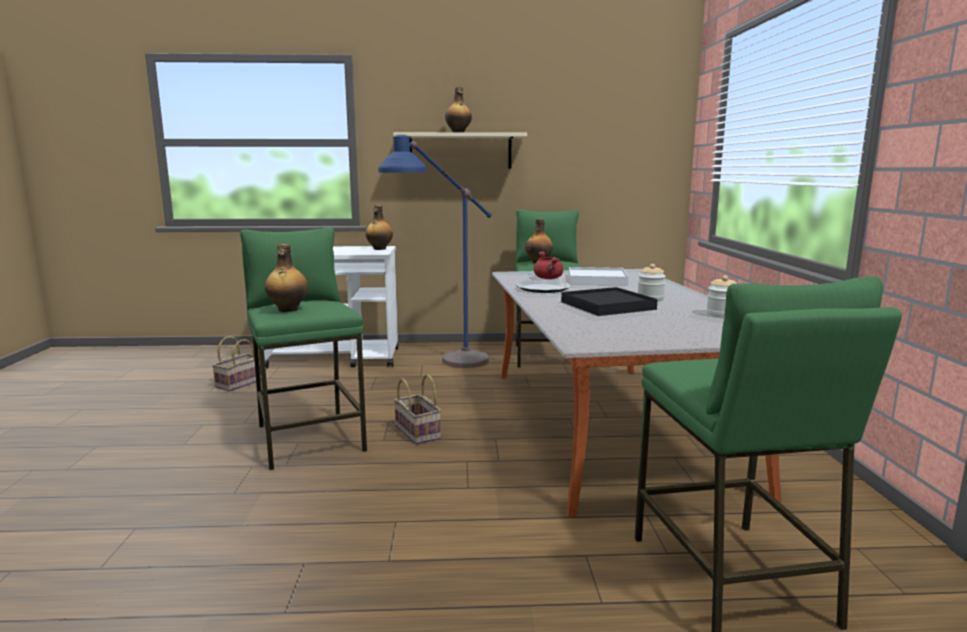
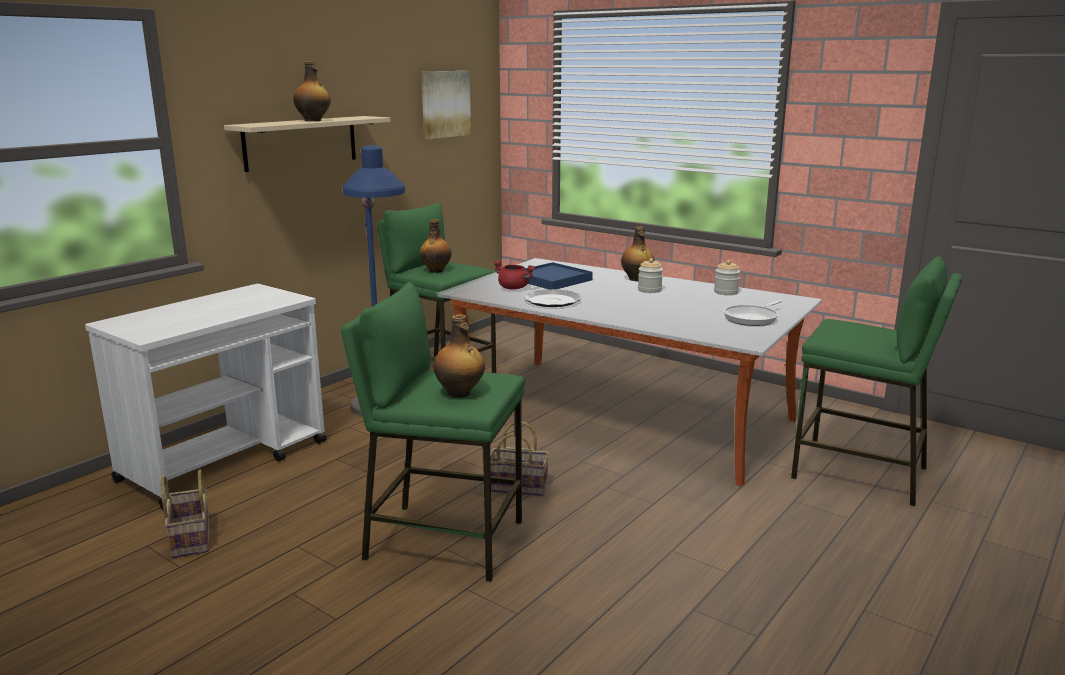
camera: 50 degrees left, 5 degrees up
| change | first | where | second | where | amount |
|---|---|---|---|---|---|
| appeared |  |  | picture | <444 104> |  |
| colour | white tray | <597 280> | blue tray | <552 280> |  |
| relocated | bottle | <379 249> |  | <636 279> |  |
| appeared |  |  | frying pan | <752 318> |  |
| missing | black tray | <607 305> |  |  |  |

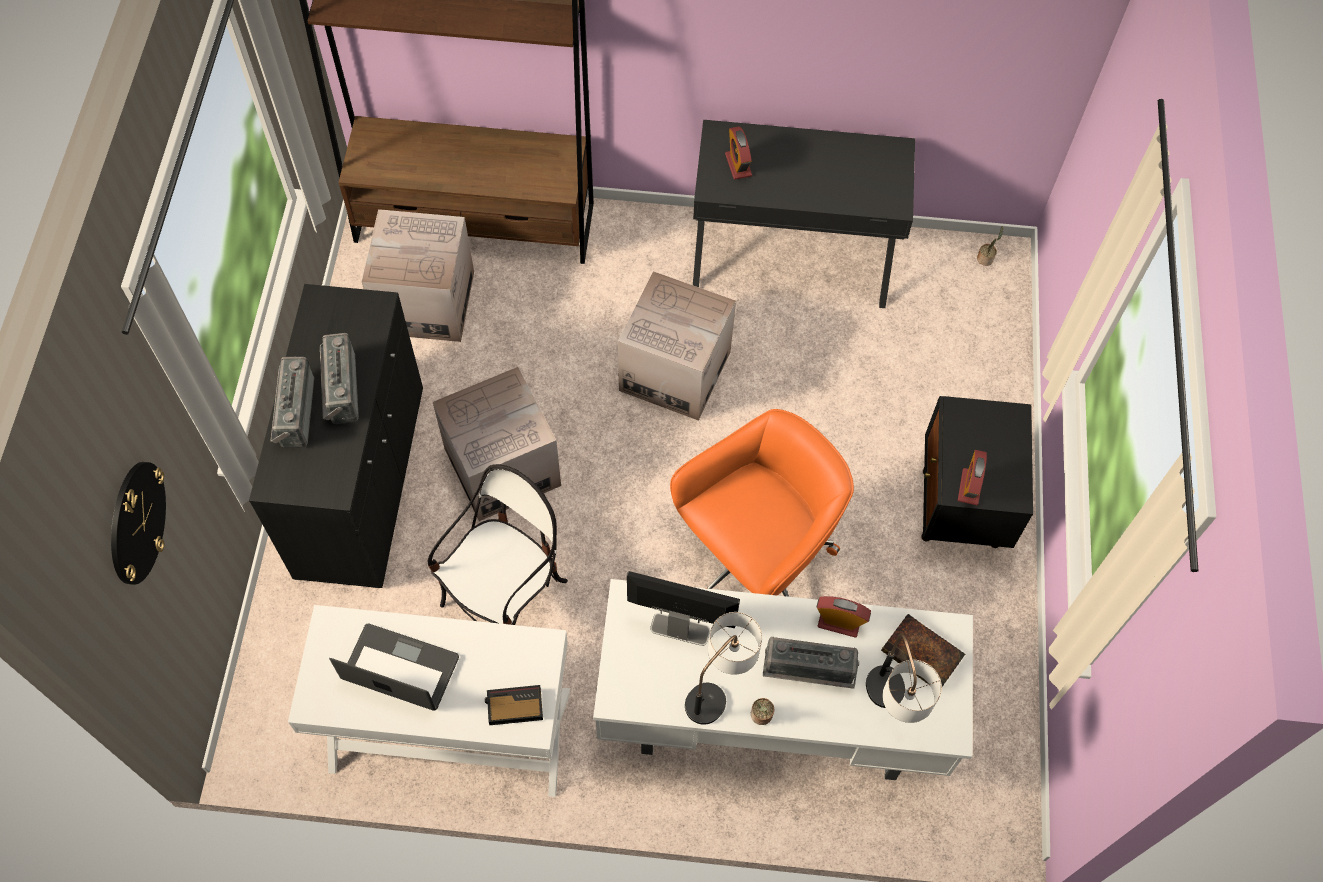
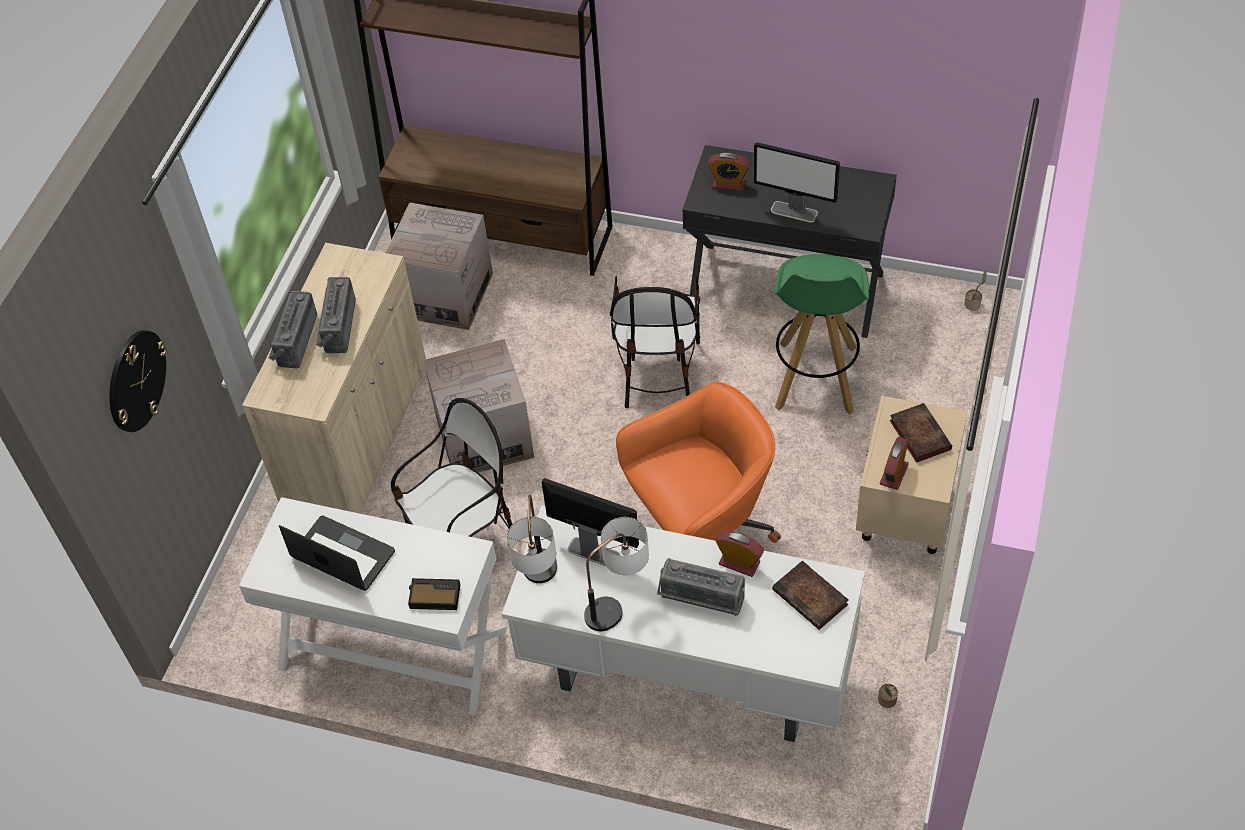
camera: 15 degrees right, 10 degrees down
| change | first | where | second | where | amount |
|---|---|---|---|---|---|
| colour | black cabinet | <361 482> | beige cabinet | <357 435> |  |
| relocated | table lamp | <890 708> |  | <540 583> |  |
| exchanged | cardboard box | <675 371> | chair | <658 372> |  |
| spun | alarm clock | <738 165> |  | <728 184> | 75 degrees counterclockwise |
| appeared |  |  | monitor | <794 212> |  |
| appeared |  |  | green stool | <815 378> |  |
| colour | black nightstand | <960 509> | beige nightstand | <904 516> |  |
| relocated | potted plant | <761 716> |  | <887 701> |  |
| appeared |  |  | book | <918 434> |  |

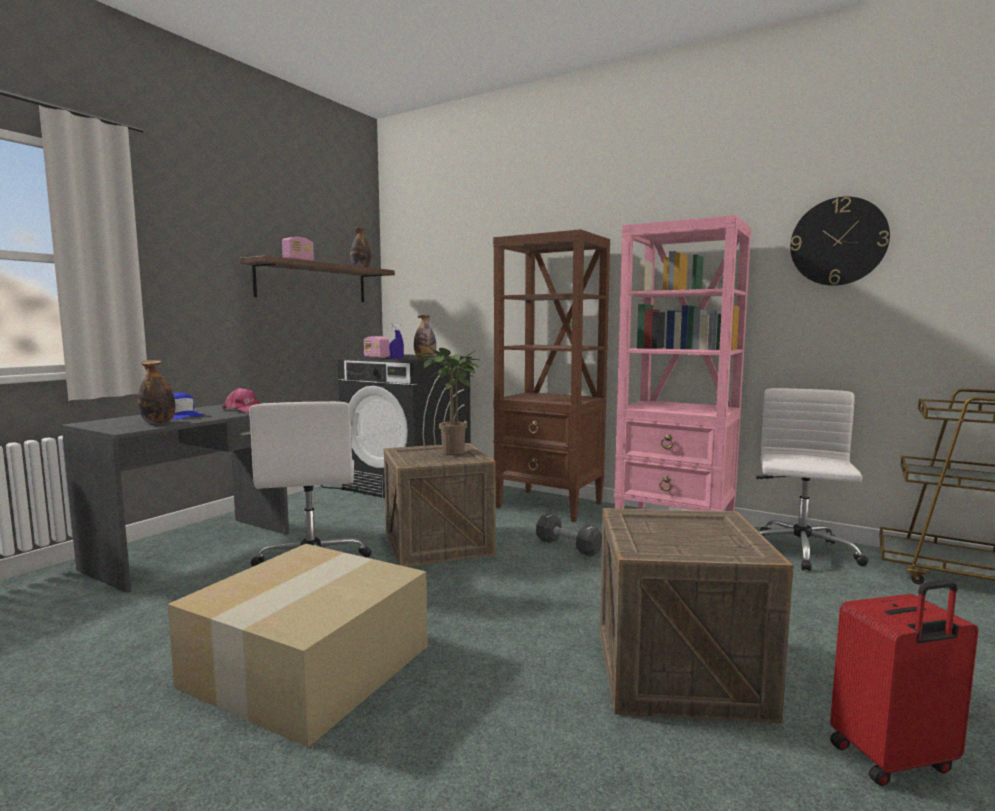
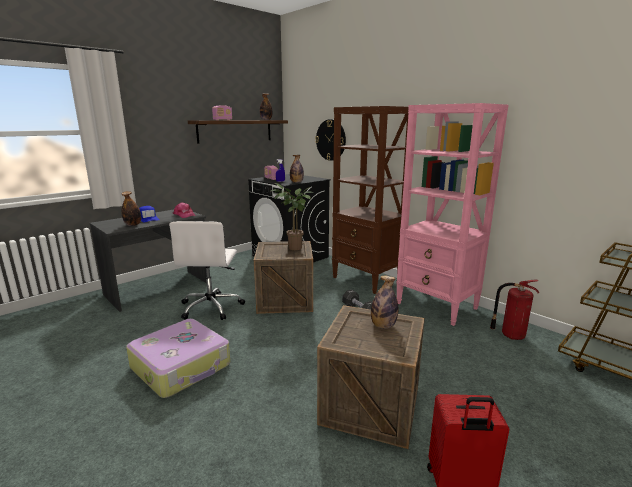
camera: 15 degrees right, 10 degrees up
| change | first | where | second | where | amount |
|---|---|---|---|---|---|
| exchanged | cardboard box | <308 663> | suitcase | <182 366> |  |
| relocated | wall clock | <838 241> |  | <331 140> |  |
| appeared |  |  | bottle | <383 326> |  |
| exchanged | white office chair | <800 552> | fire extinguisher | <511 335> |  |

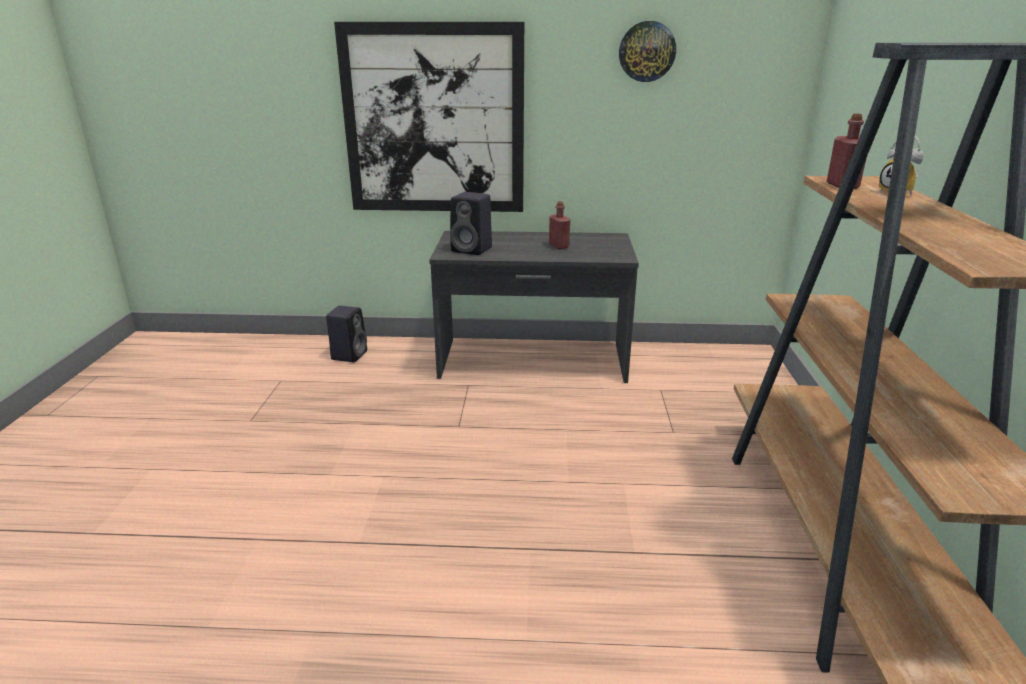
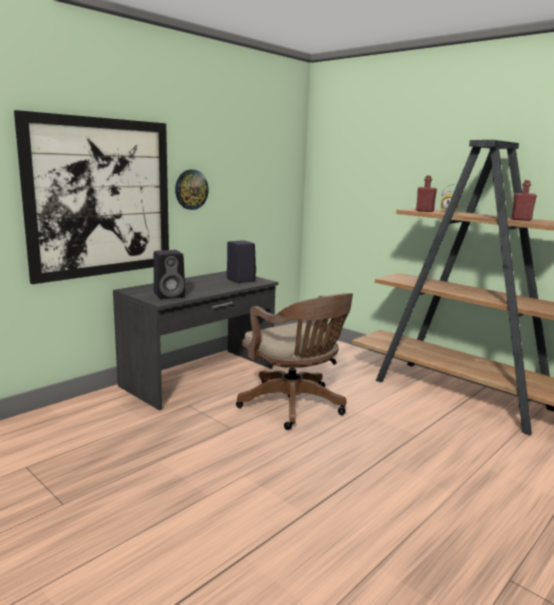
camera: 50 degrees left, 10 degrees down
| change | first | where | second | where | amount |
|---|---|---|---|---|---|
| relocated | wall clock | <647 51> |  | <191 189> |  |
| relocated | black speaker | <349 355> |  | <240 280> |  |
| appeared |  |  | brown office chair | <294 406> |  |
| relocated | red bottle | <559 246> |  | <521 219> |  |

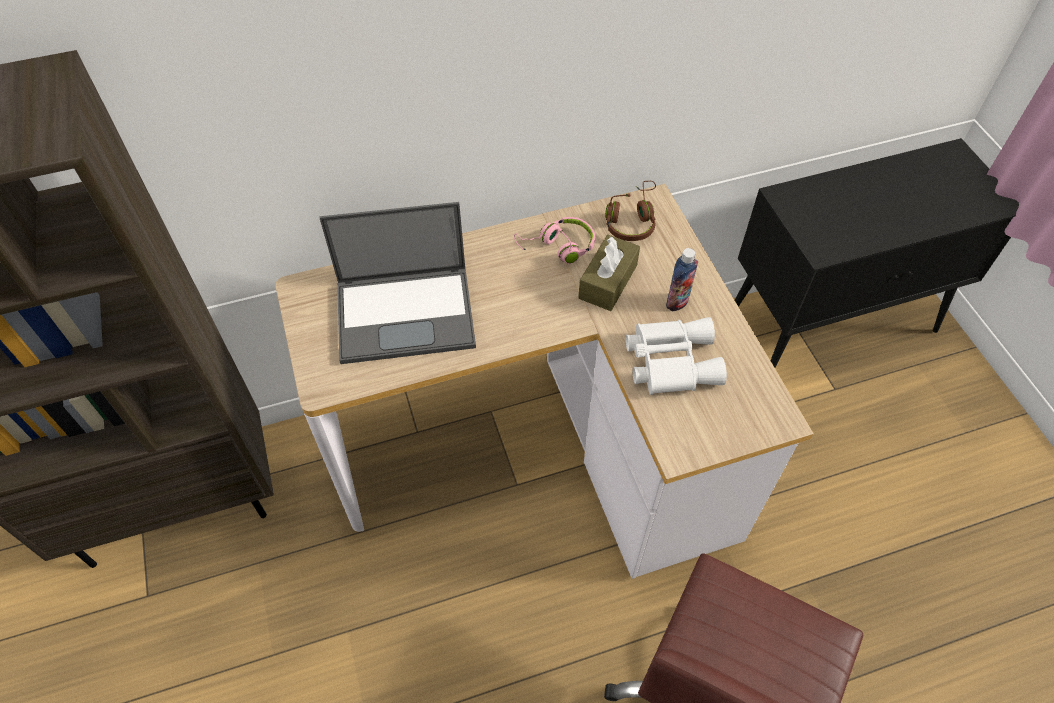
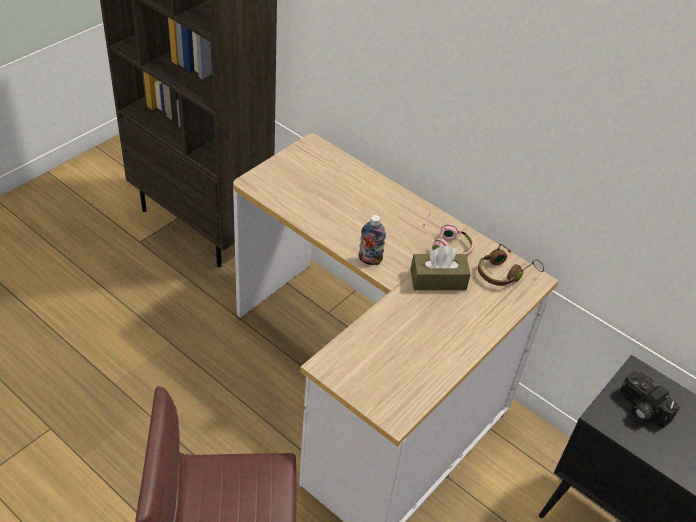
camera: 55 degrees right, 10 degrees down
| change | first | where | second | where | amount |
|---|---|---|---|---|---|
| relocated | bottle | <677 302> |  | <370 260> |  |
| appeared |  |  | photo camera | <640 409> |  |
| missing | laptop | <407 313> |  |  |  |
| missing | white binoculars | <670 360> |  |  |  |

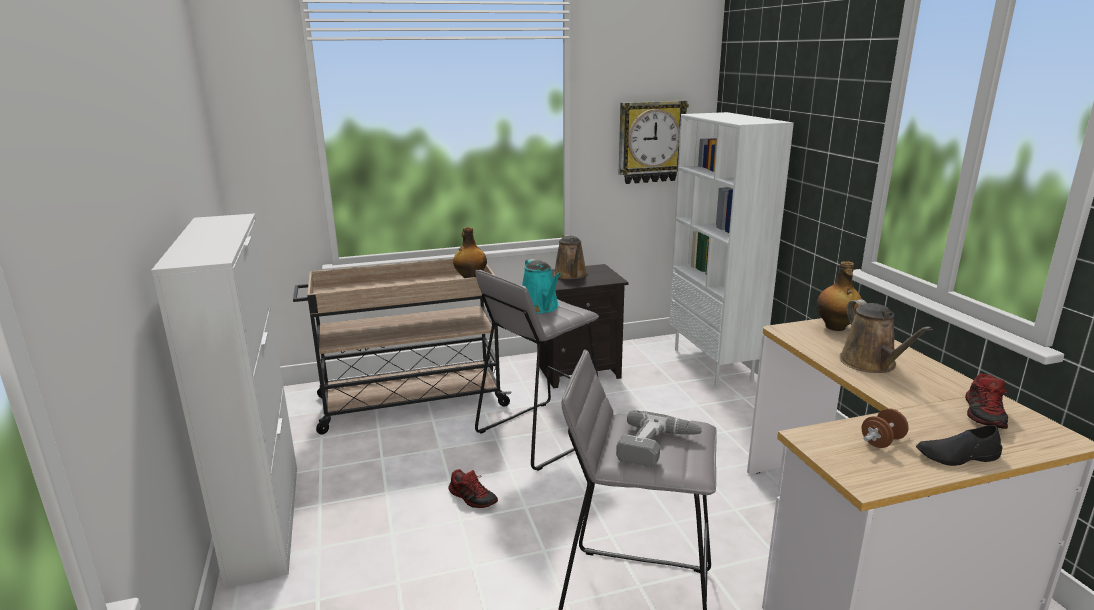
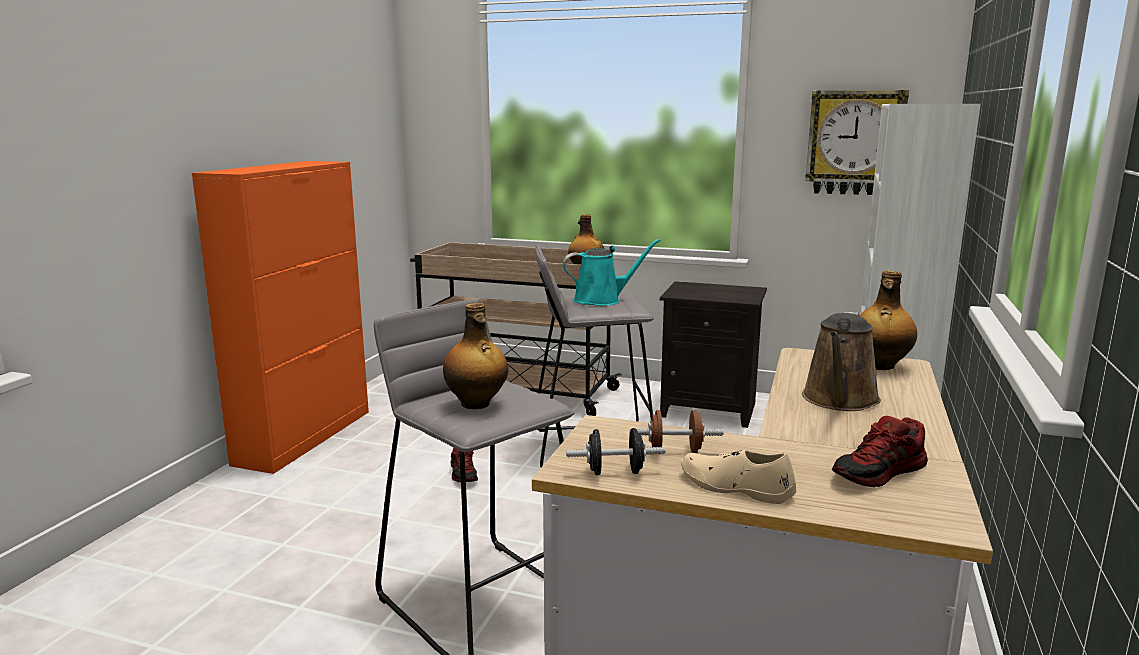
camera: 35 degrees right, 5 degrees down
| change | first | where | second | where | amount |
|---|---|---|---|---|---|
| colour | white cabinet | <265 520> | orange cabinet | <305 436> |  |
| exchanged | power drill | <658 447> | bottle | <476 404> |  |
| spun | turquoise watering can | <540 307> |  | <602 300> | 120 degrees counterclockwise |
| appeared |  |  | black dumbbell | <615 472> |  |
| colour | black shoe | <957 456> | beige shoe | <735 487> |  |
| missing | brown watering can | <571 275> |  |  |  |

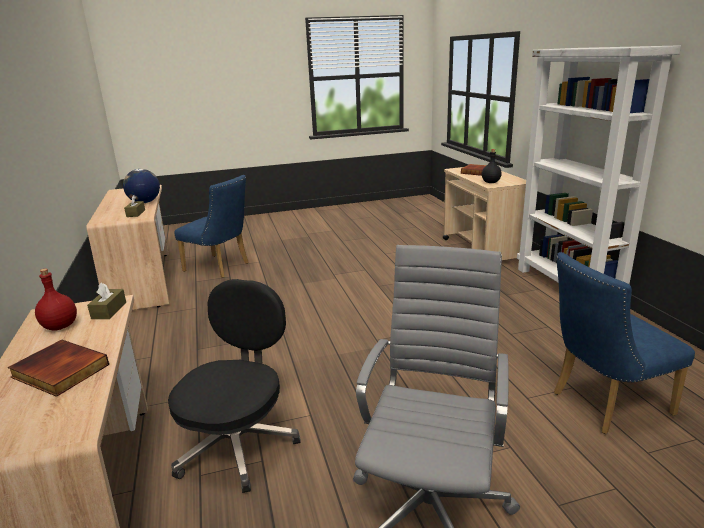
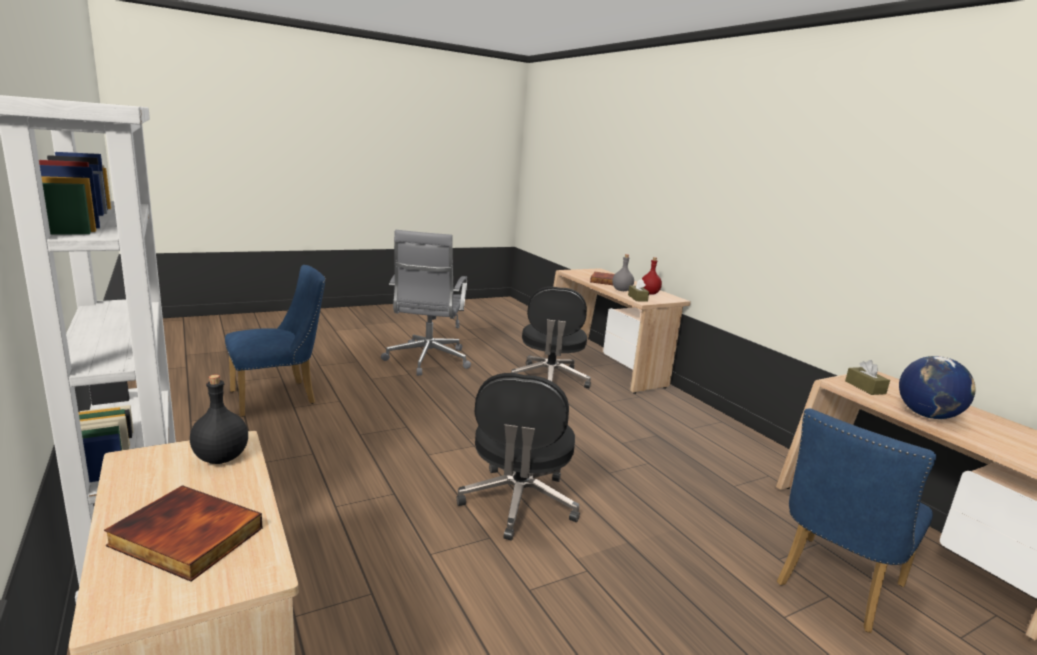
camera: 165 degrees right, 5 degrees down
| change | first | where | second | where | amount |
|---|---|---|---|---|---|
| appeared |  |  | black office chair | <518 503> |  |
| appeared |  |  | grey bottle | <622 290> |  |
| spun | blue chair | <220 268> |  | <833 587> | 60 degrees counterclockwise |

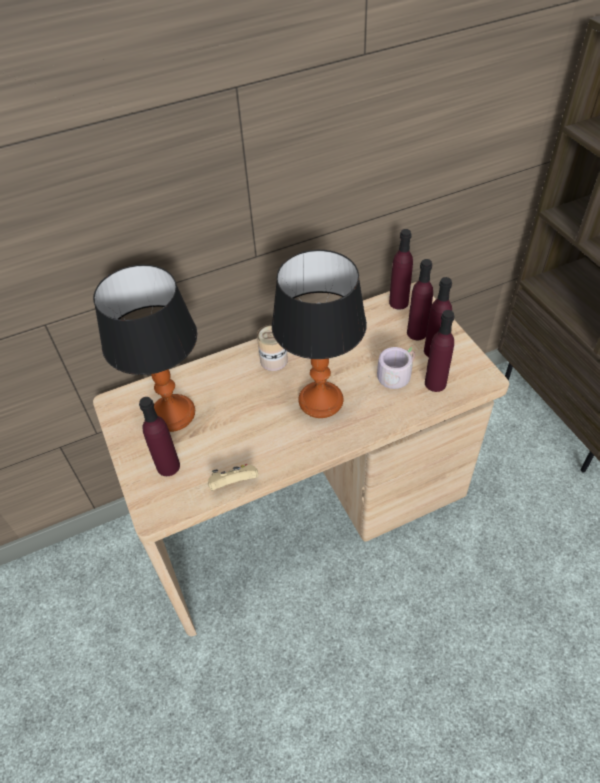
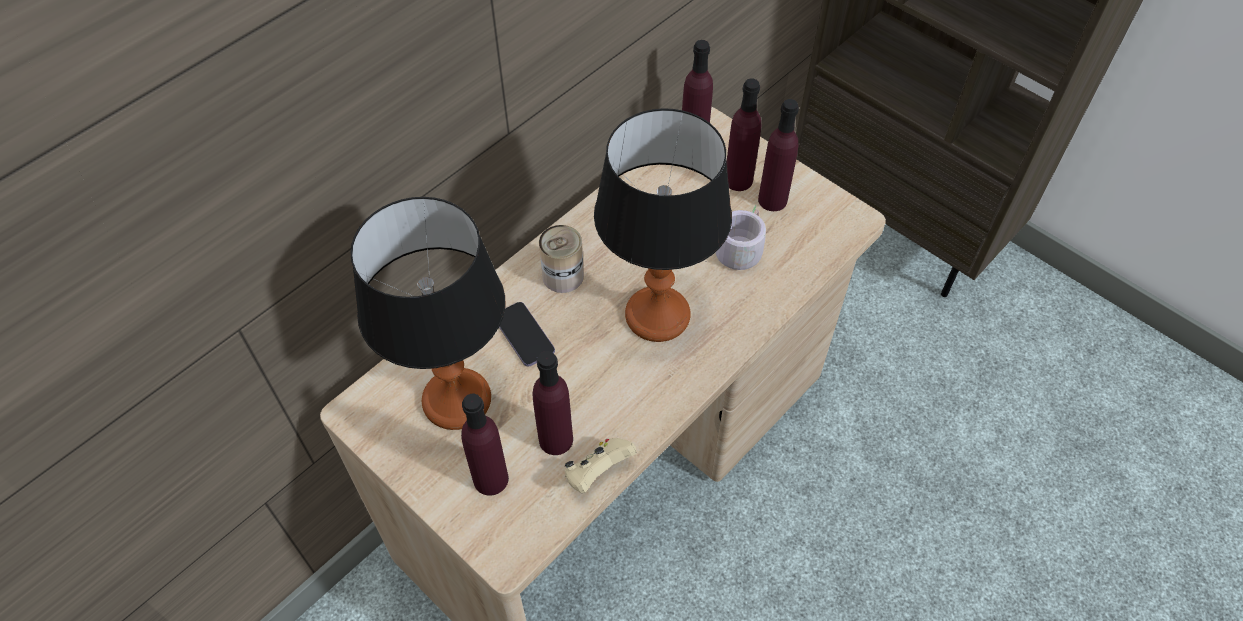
camera: 25 degrees left, 5 degrees up
| change | first | where | second | where | amount |
|---|---|---|---|---|---|
| appeared |  |  | phone | <524 335> |  |
| relocated | purple bottle | <435 383> |  | <555 439> |  |

